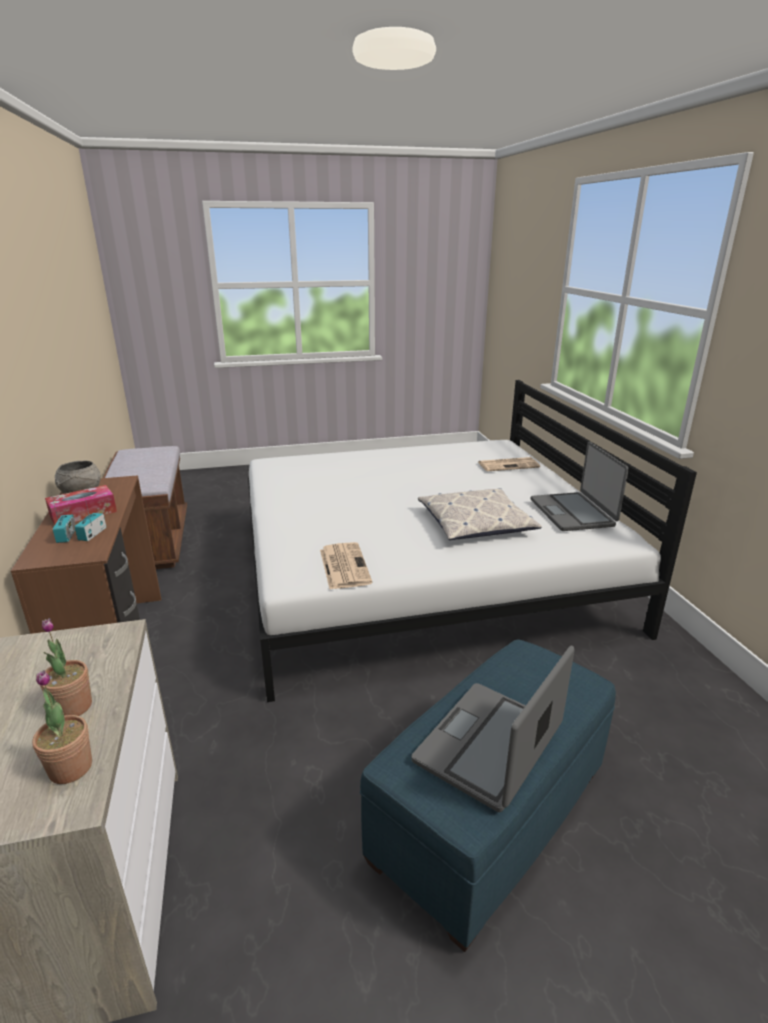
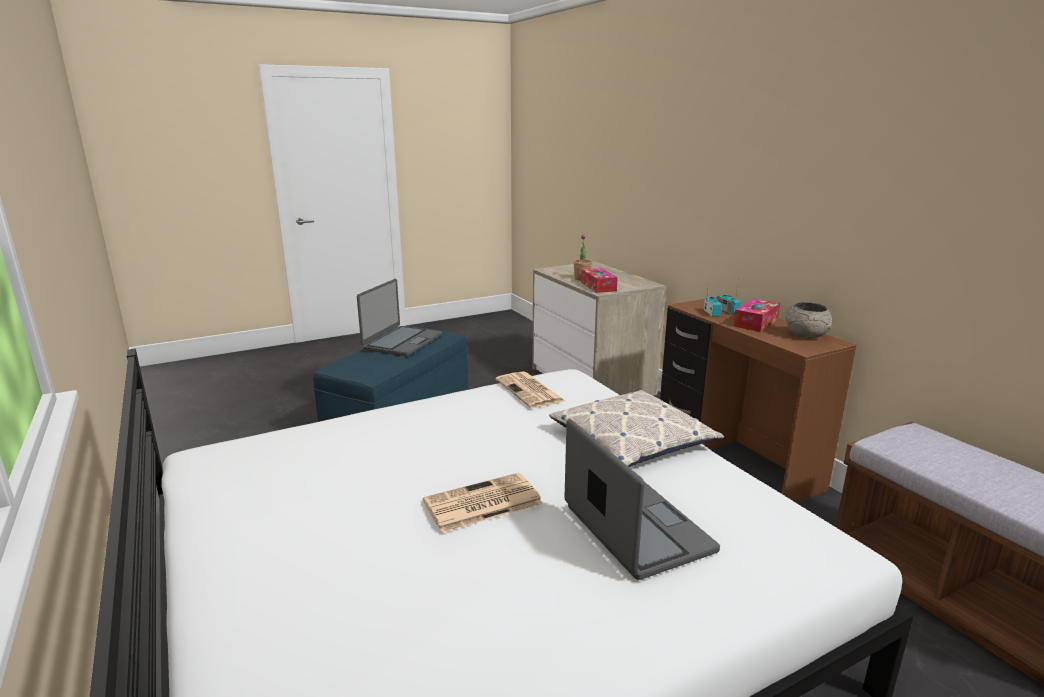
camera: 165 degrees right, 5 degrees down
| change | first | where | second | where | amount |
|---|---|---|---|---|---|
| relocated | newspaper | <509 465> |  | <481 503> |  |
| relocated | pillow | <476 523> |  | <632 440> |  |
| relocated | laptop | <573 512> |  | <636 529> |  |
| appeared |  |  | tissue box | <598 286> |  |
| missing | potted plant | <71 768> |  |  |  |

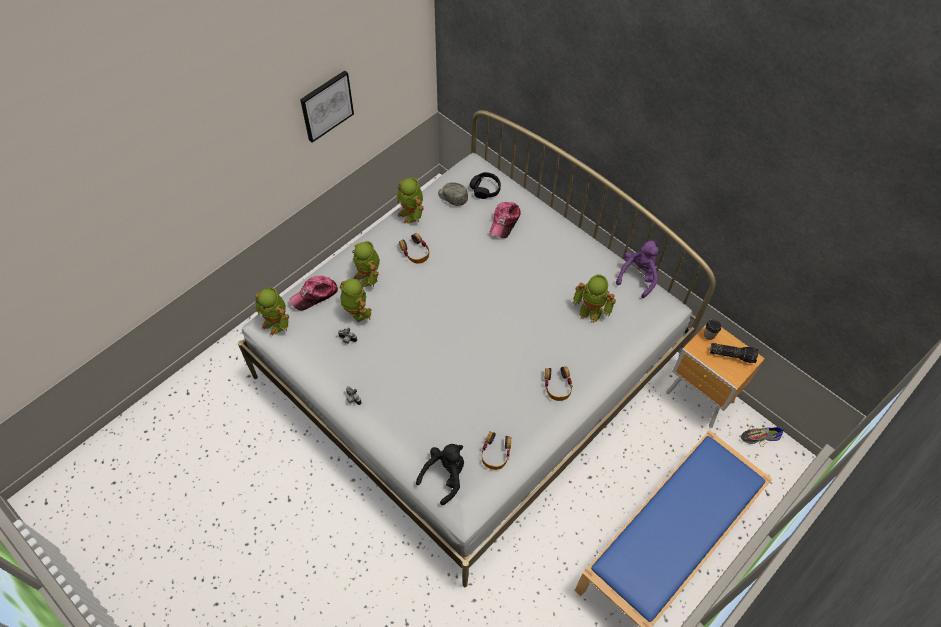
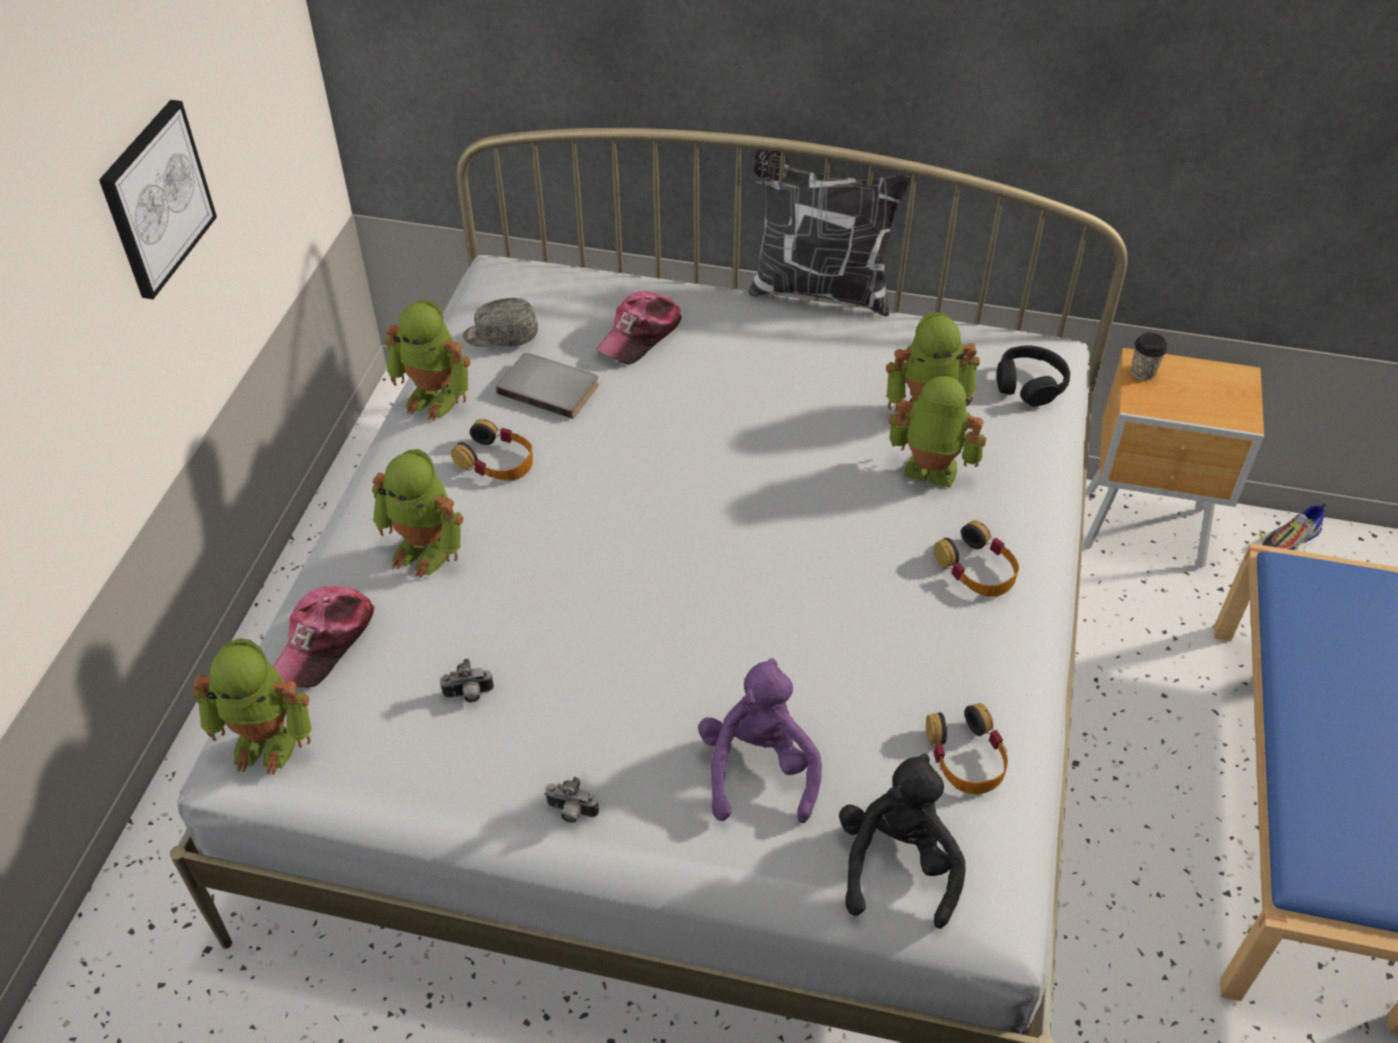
camera: 30 degrees left, 10 degrees down
| change | first | where | second | where | amount |
|---|---|---|---|---|---|
| appeared |  |  | grey book | <550 387> |  |
| spun | cap | <505 222> |  | <640 335> | 45 degrees clockwise |
| relocated | purple plush toy | <638 276> |  | <758 769> |  |
| appeared |  |  | pillow | <818 291> |  |
| relocated | toy robot | <356 312> |  | <929 473> |  |
| relocated | black headphones | <485 189> |  | <1029 384> |  |
| missing | flashlight | <732 354> |  |  |  |

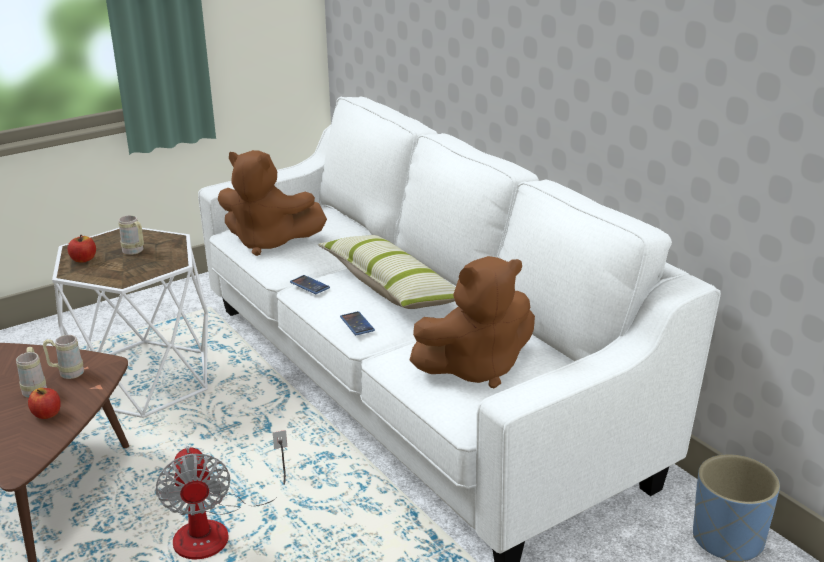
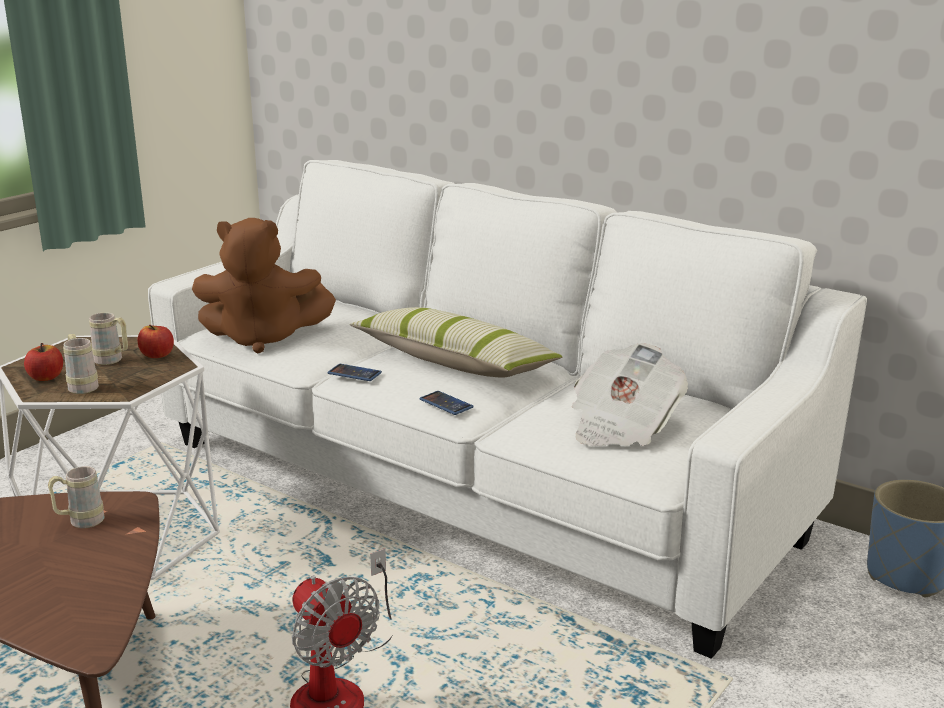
camera: 20 degrees left, 5 degrees down
| change | first | where | second | where | amount |
|---|---|---|---|---|---|
| relocated | beige mug | <35 388> |  | <82 386> |  |
| relocated | apple | <47 414> |  | <157 355> |  |
| exchanged | brown plush toy | <476 368> | newspaper | <622 426> |  |

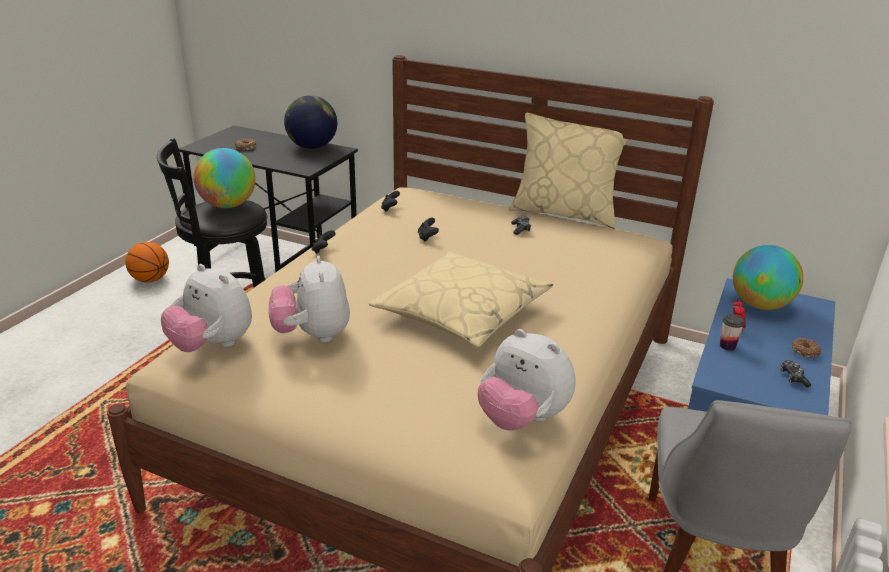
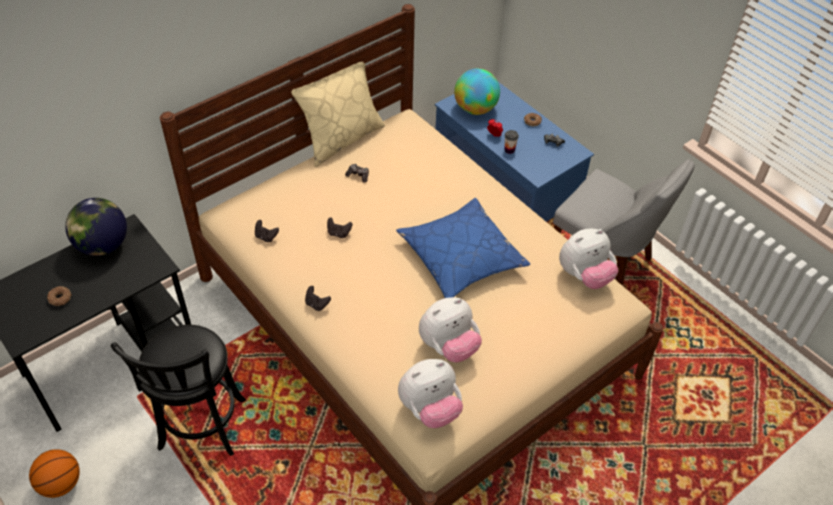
camera: 65 degrees left, 20 degrees up
| change | first | where | second | where | amount |
|---|---|---|---|---|---|
| colour | beige pillow | <461 312> | blue pillow | <461 257> |  |
| spun | plush toy | <312 335> |  | <448 346> | 45 degrees counterclockwise |
| missing | globe | <228 205> |  |  |  |

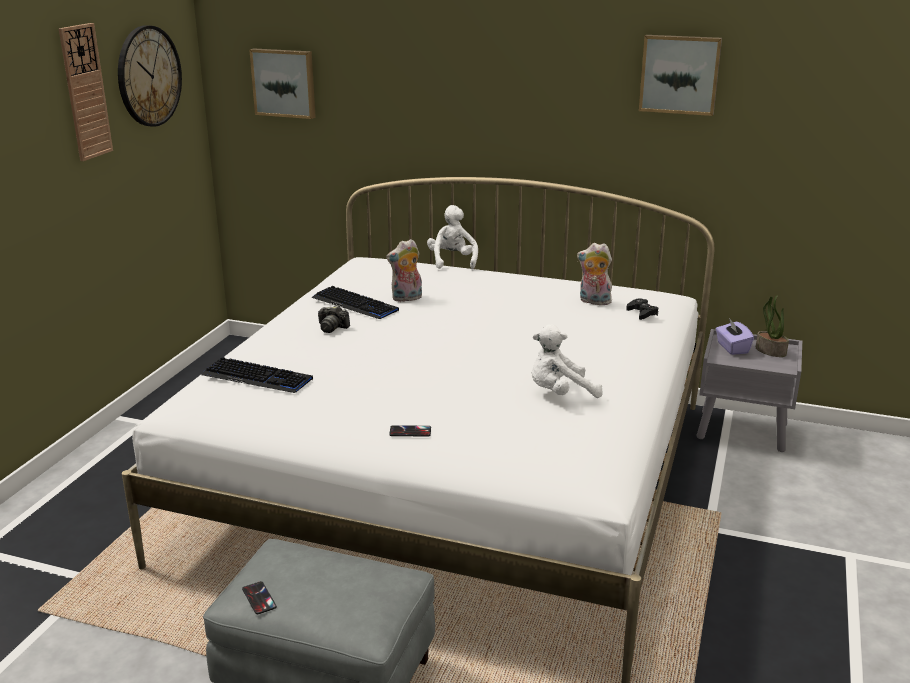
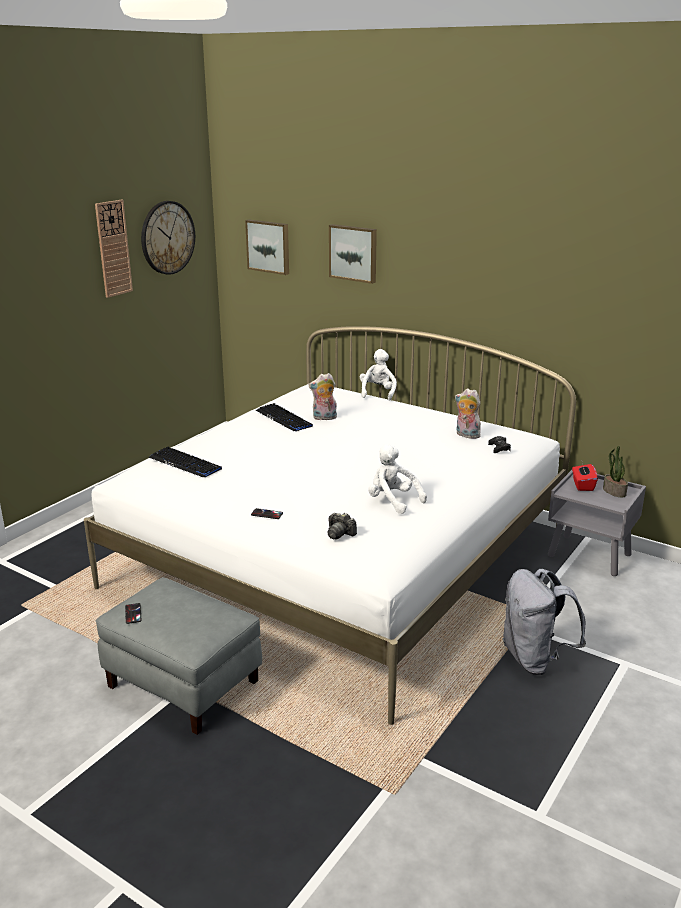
camera: 15 degrees right, 0 degrees up
| change | first | where | second | where | amount |
|---|---|---|---|---|---|
| relocated | photo camera | <332 328> |  | <340 533> |  |
| relocated | picture | <680 74> |  | <354 253> |  |
| spun | white plush toy | <560 393> |  | <392 501> | 45 degrees clockwise |
| appeared |  |  | grey backpack | <535 659> |  |
| colour | purple tissue box | <732 348> | red tissue box | <582 485> |  |

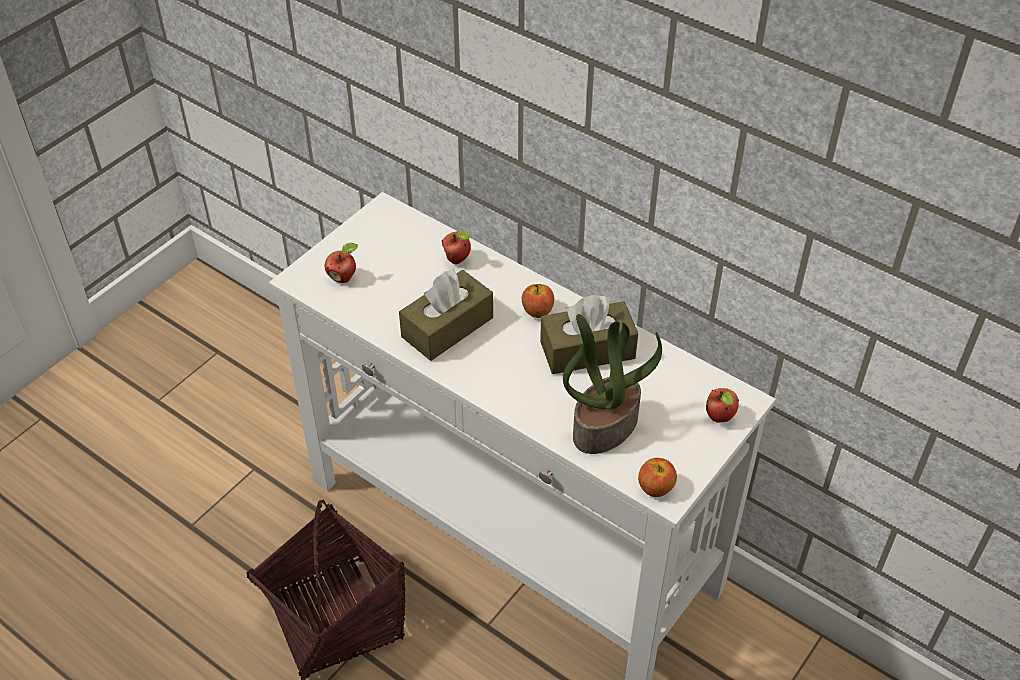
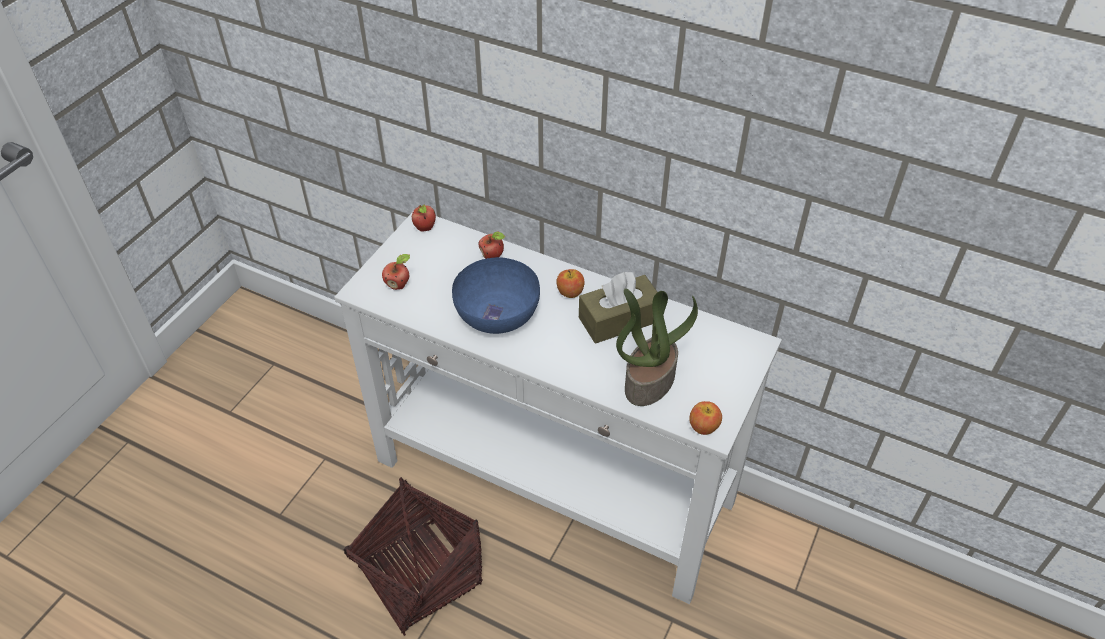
camera: 10 degrees left, 0 degrees up
| change | first | where | second | where | amount |
|---|---|---|---|---|---|
| relocated | apple | <720 418> |  | <425 229> |  |
| exchanged | brown tissue box | <447 327> | blue bowl | <497 315> |  |

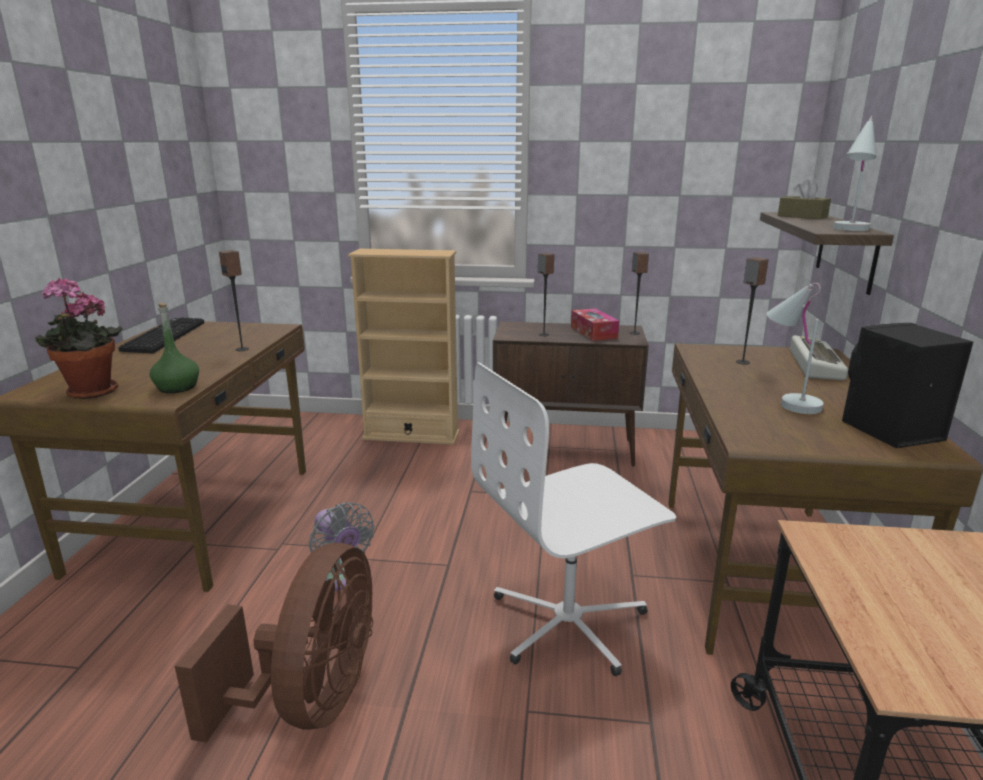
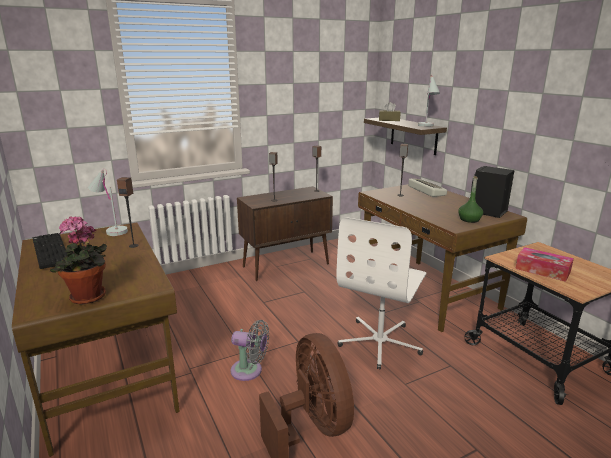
camera: 35 degrees left, 0 degrees up
| change | first | where | second | where | amount |
|---|---|---|---|---|---|
| relocated | white table lamp | <786 400> |  | <110 230> |  |
| relocated | green bottle | <177 387> |  | <469 219> |  |
| relocated | tissue box | <593 332> |  | <542 270> |  |
| missing | beige bookcase | <411 435> |  |  |  |

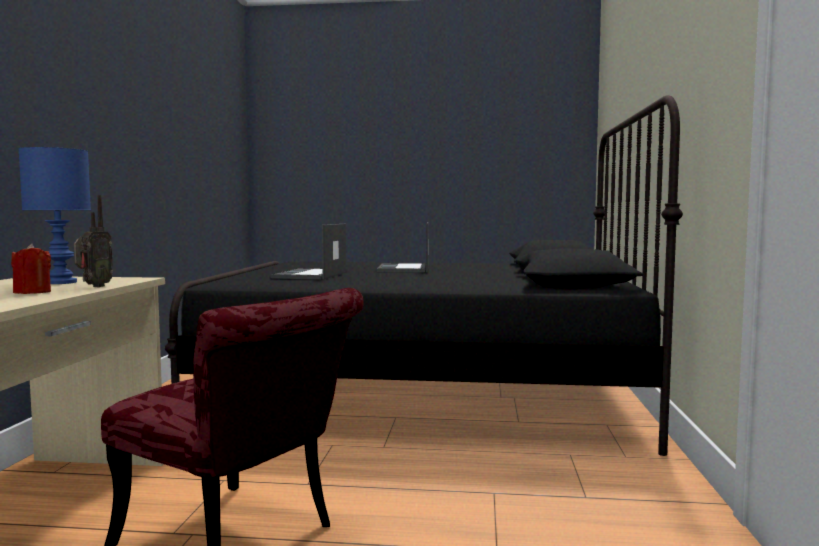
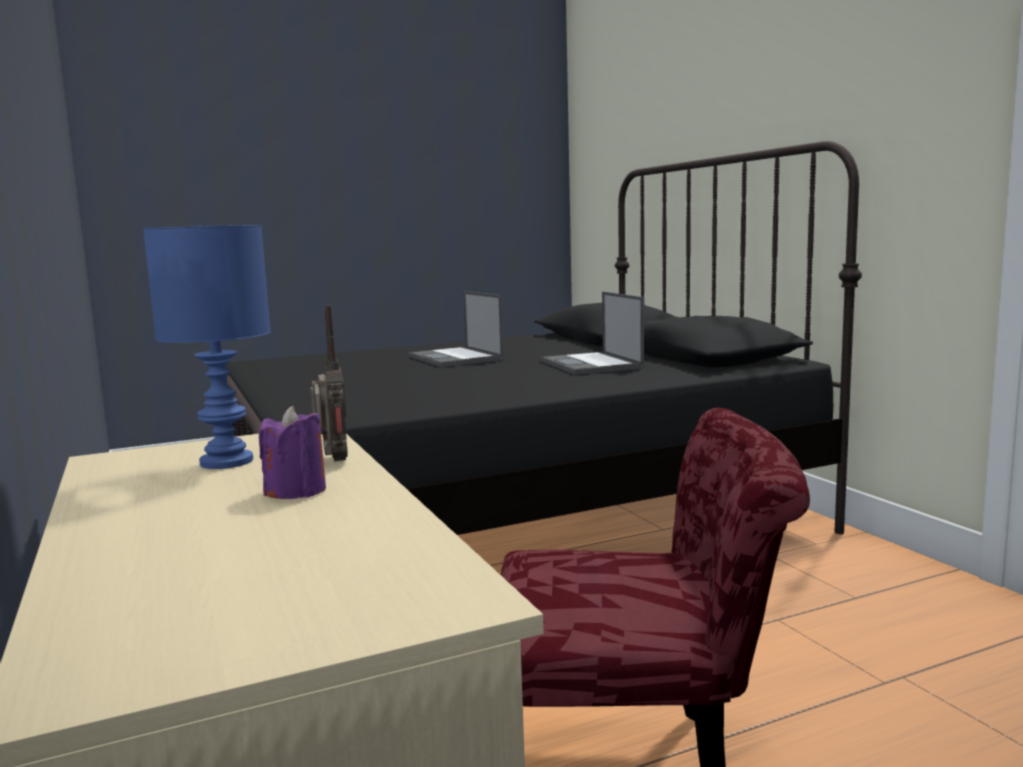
camera: 30 degrees left, 5 degrees up
| change | first | where | second | where | amount |
|---|---|---|---|---|---|
| colour | red candle | <32 292> | purple candle | <296 491> |  |
| relocated | laptop | <310 275> |  | <591 365> |  |

